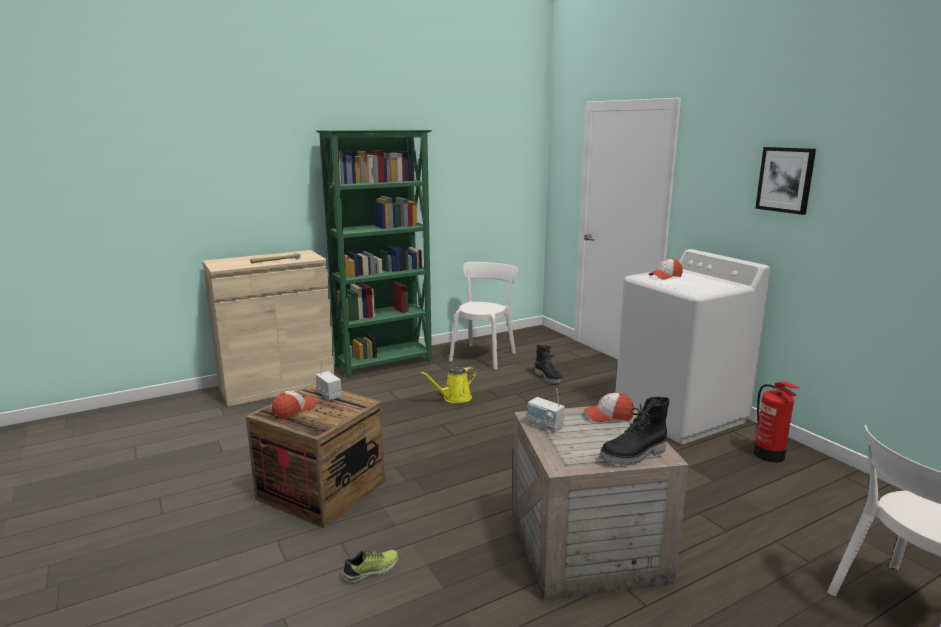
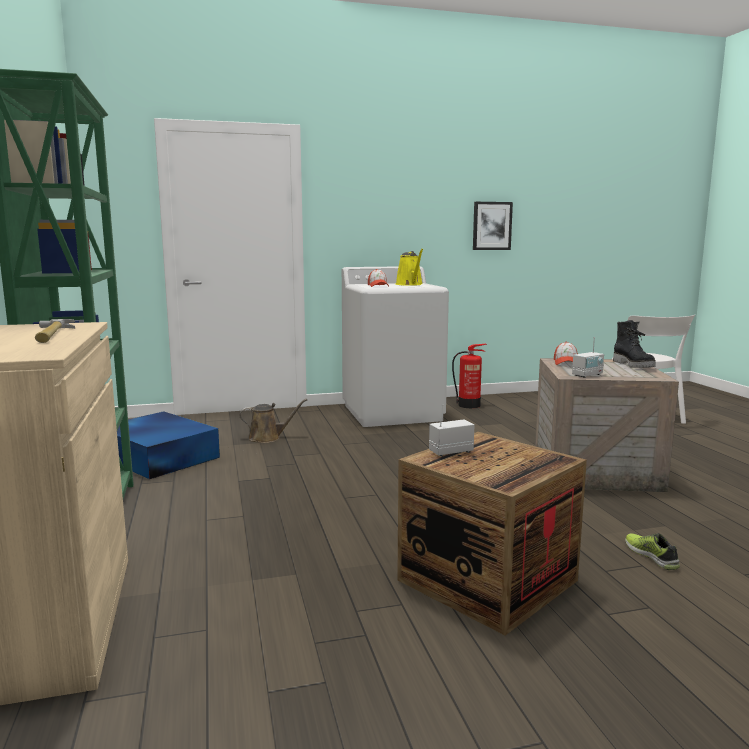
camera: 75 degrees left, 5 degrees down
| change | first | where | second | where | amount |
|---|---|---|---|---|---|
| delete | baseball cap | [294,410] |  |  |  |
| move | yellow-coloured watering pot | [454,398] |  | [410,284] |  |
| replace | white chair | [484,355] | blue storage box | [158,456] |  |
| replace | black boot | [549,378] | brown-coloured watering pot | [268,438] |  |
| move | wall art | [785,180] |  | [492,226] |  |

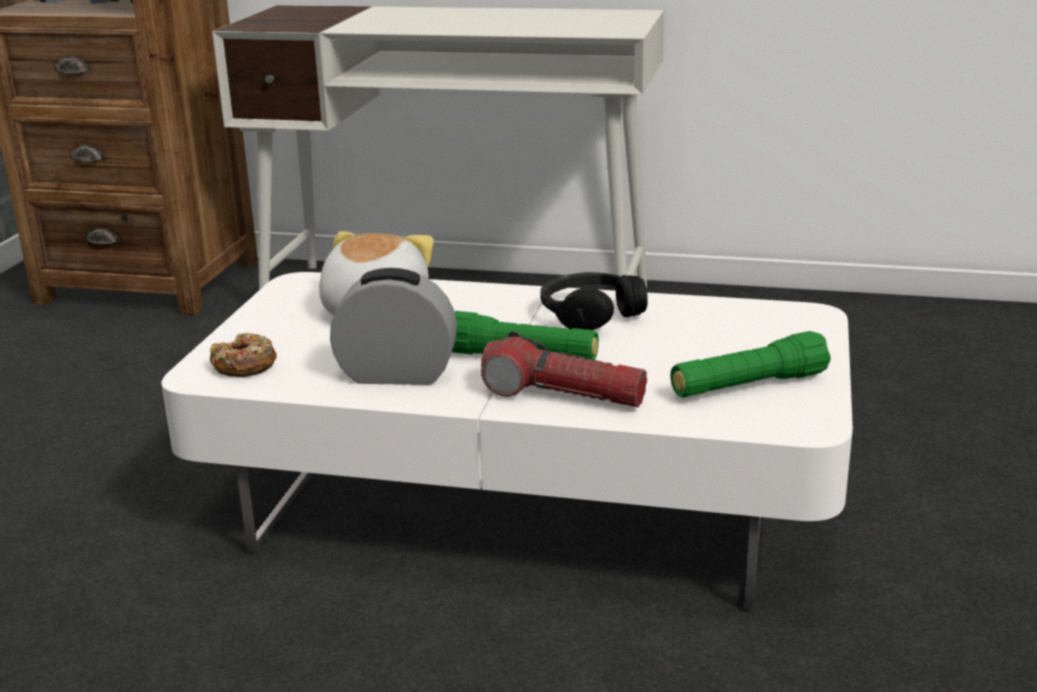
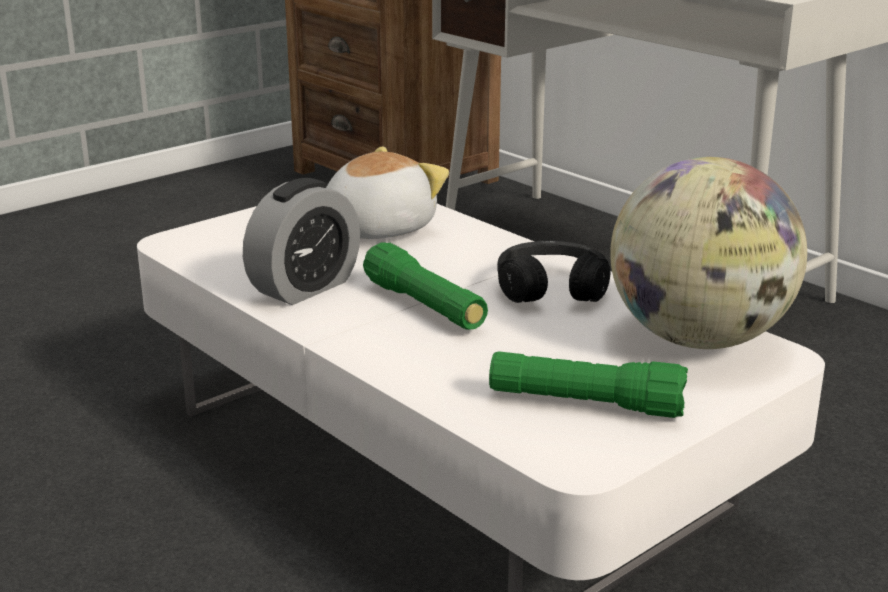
camera: 35 degrees right, 0 degrees up
| change | first | where | second | where | amount |
|---|---|---|---|---|---|
| delete | doughnut | [244,366] |  |  |  |
| rotate | table clock | [397,375] |  | [305,287] | 90 degrees clockwise |
| delete | flashlight | [563,395] |  |  |  |
| insert |  |  | globe | [699,339] |  |

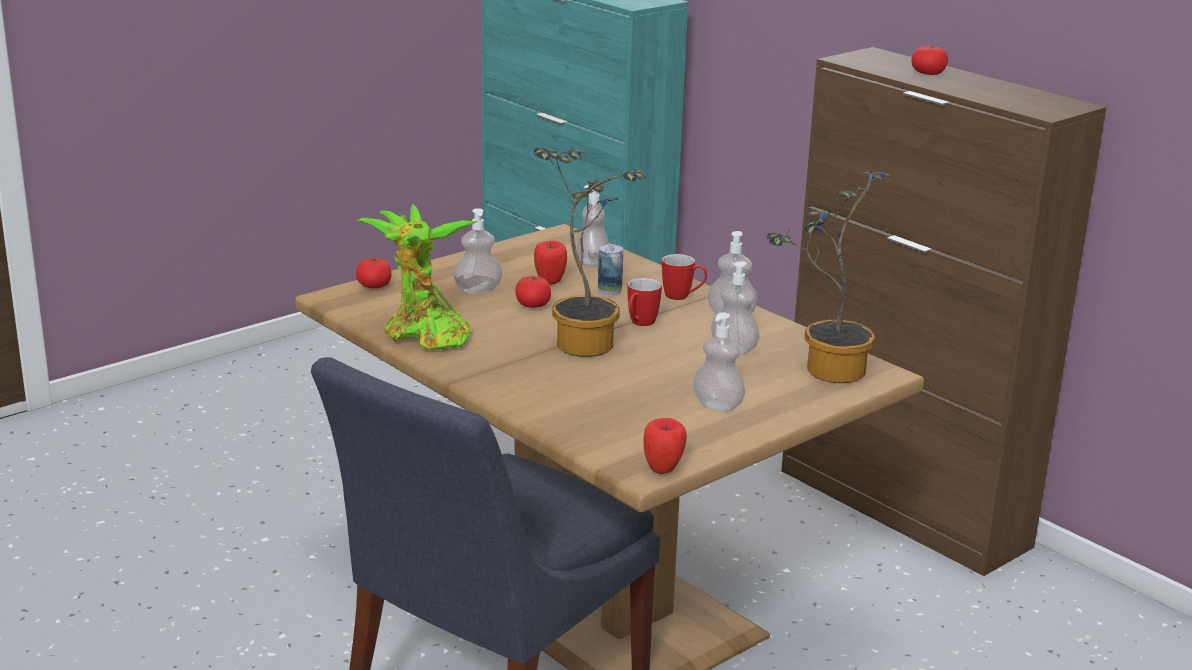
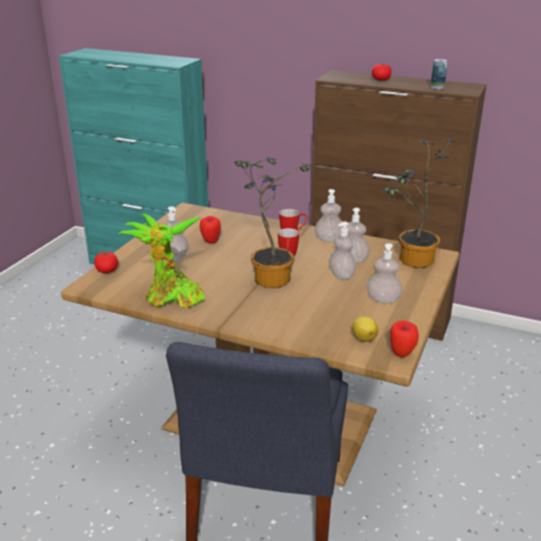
camera: 25 degrees left, 5 degrees up
| change | first | where | second | where | amount |
|---|---|---|---|---|---|
| delete | fresh tomato | [533,304] |  |  |  |
| move | soap bottle | [592,262] |  | [341,275] |  |
| move | metal can | [609,291] |  | [437,87] |  |
| insert |  |  | lemon | [363,338] |  |

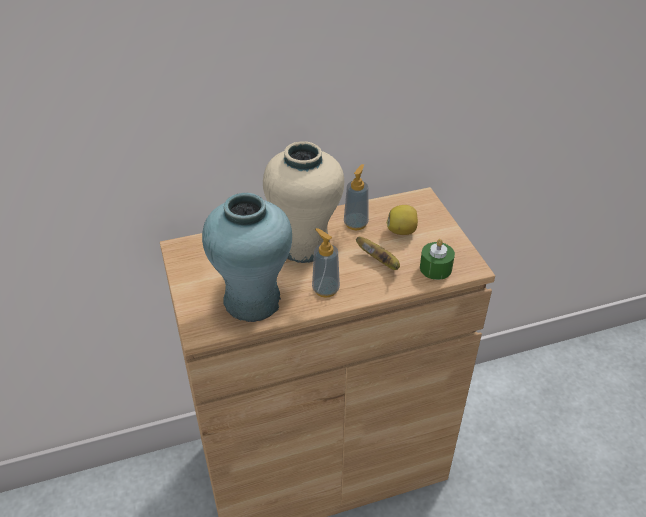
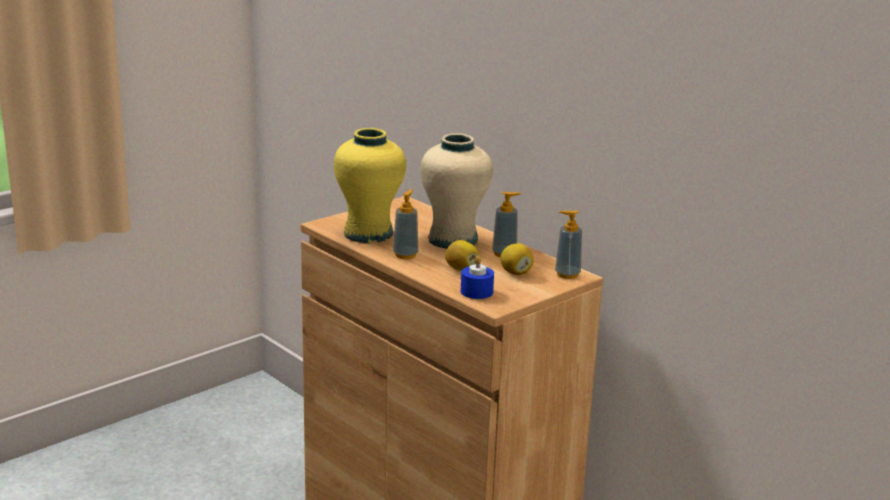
camera: 65 degrees right, 20 degrees down
| change | first | where | second | where | amount |
|---|---|---|---|---|---|
| recolor | blue-green vase | [252,300] | yellow-coloured vase | [369,233] |  |
| replace | whole banana | [380,262] | lemon | [461,269] |  |
| recolor | green wax light | [435,268] | blue wax light | [476,292] |  |
| insert |  |  | soap bottle | [567,274] |  |

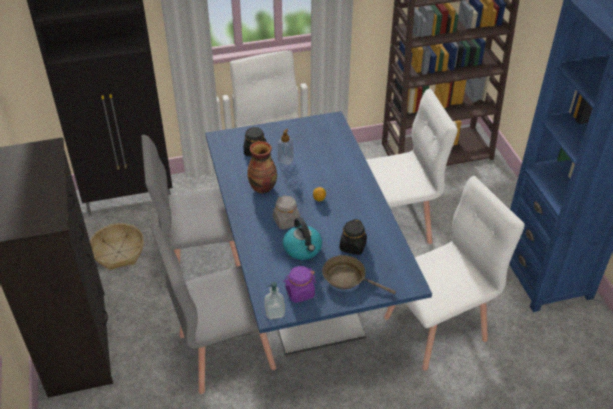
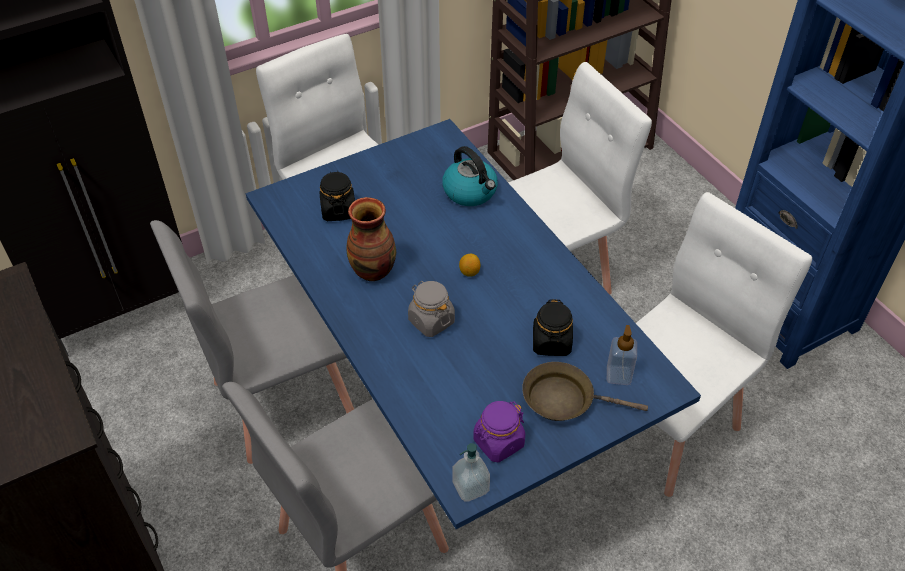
camera: 15 degrees left, 5 degrees up
| change | first | where | second | where | amount |
|---|---|---|---|---|---|
| delete | basket | [118,252] |  |  |  |
| move | soap bottle | [285,160] |  | [618,375] |  |
| move | kettle | [303,249] |  | [470,192] |  |

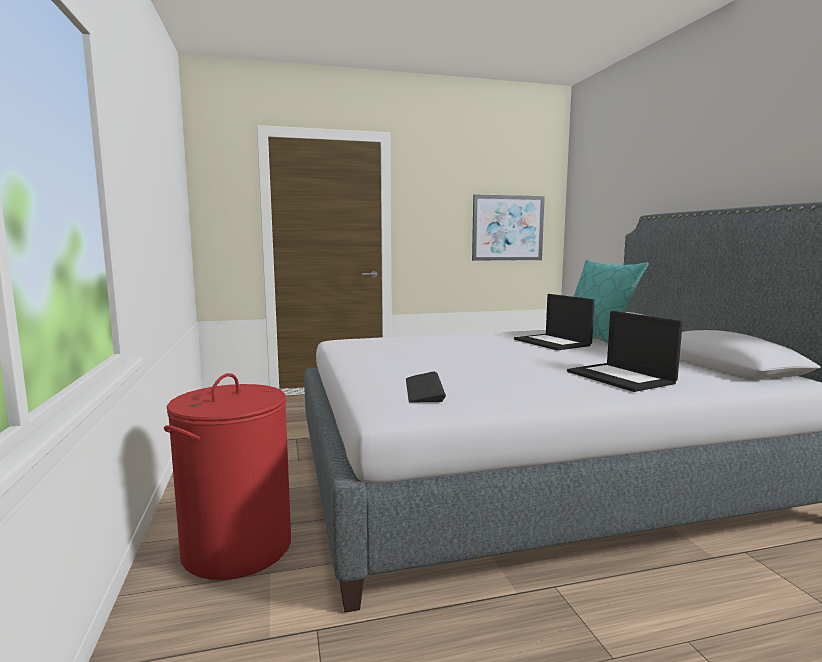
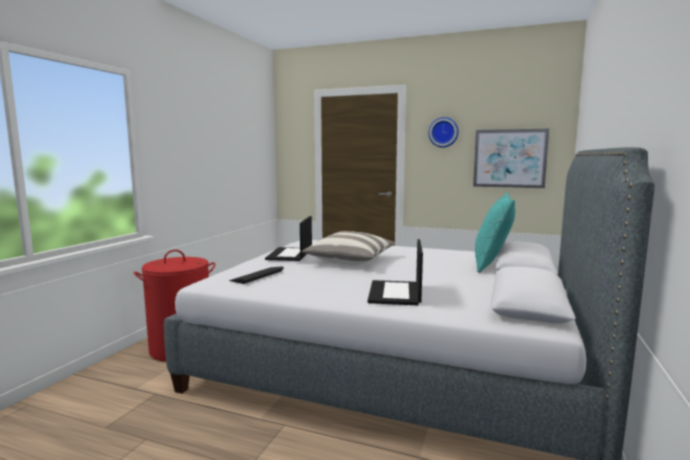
camera: 35 degrees right, 0 degrees up
| change | first | where | second | where | amount |
|---|---|---|---|---|---|
| move | notebook computer | [553,342] |  | [290,254] |  |
| insert |  |  | cushion | [350,260] |  |
| insert |  |  | wall clock | [443,132] |  |

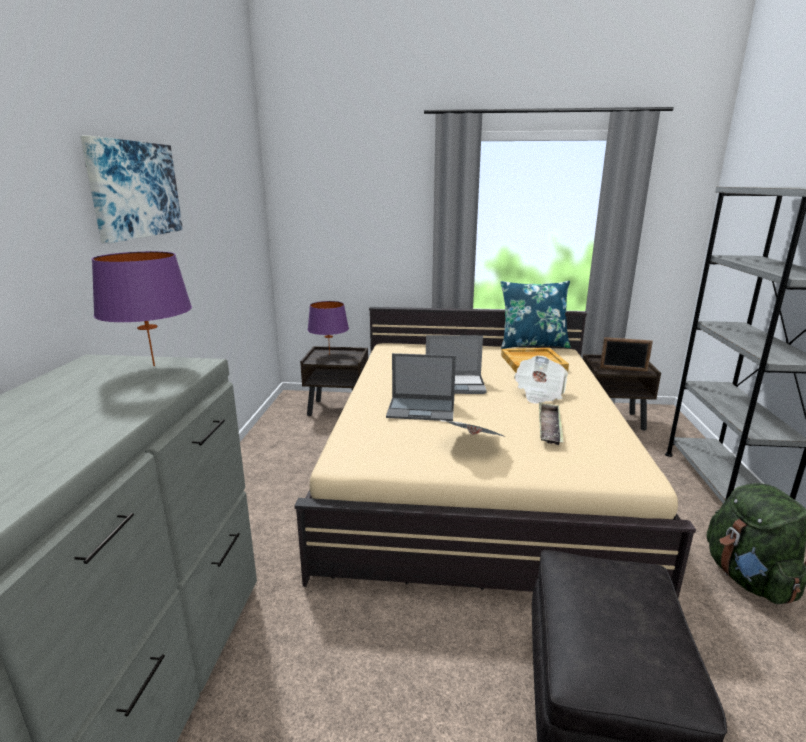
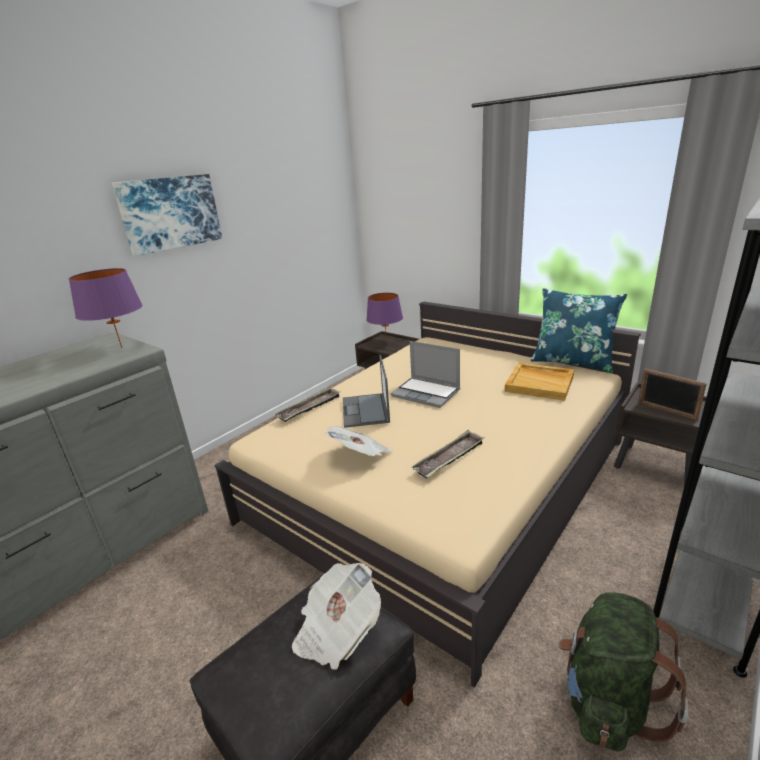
camera: 35 degrees right, 5 degrees up
| change | first | where | second | where | amount |
|---|---|---|---|---|---|
| rotate | notebook computer | [422,409] |  | [365,410] | 45 degrees clockwise |
| move | newspaper | [539,393] |  | [337,630] |  |
| insert |  |  | tray | [309,408] |  |

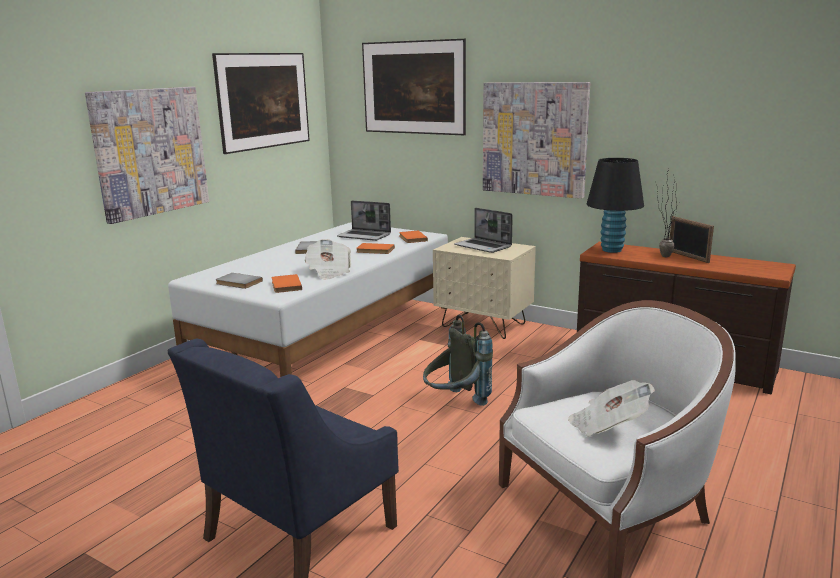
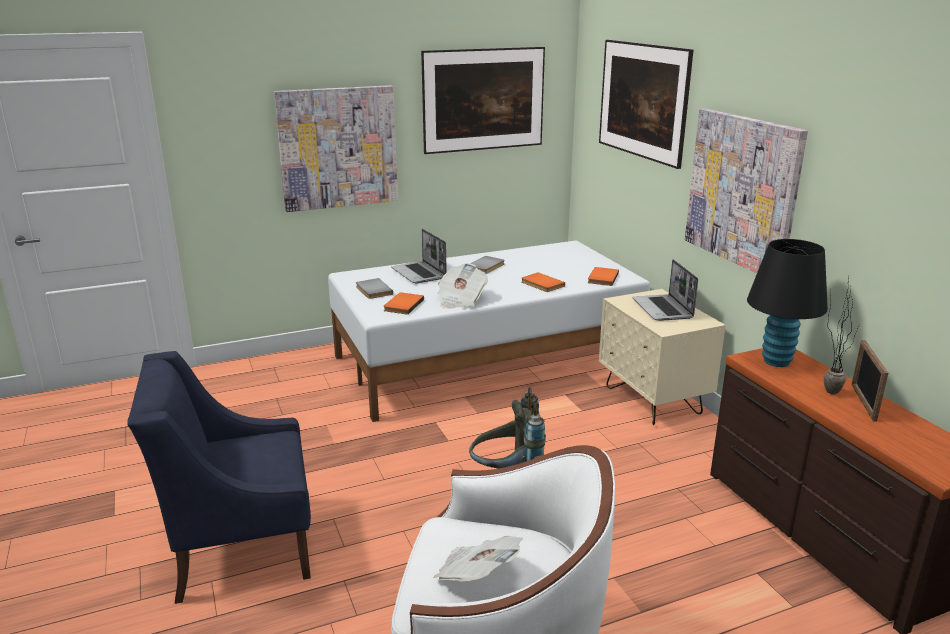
camera: 35 degrees right, 5 degrees up
| change | first | where | second | where | amount |
|---|---|---|---|---|---|
| move | notebook computer | [365,236] |  | [419,273] |  |

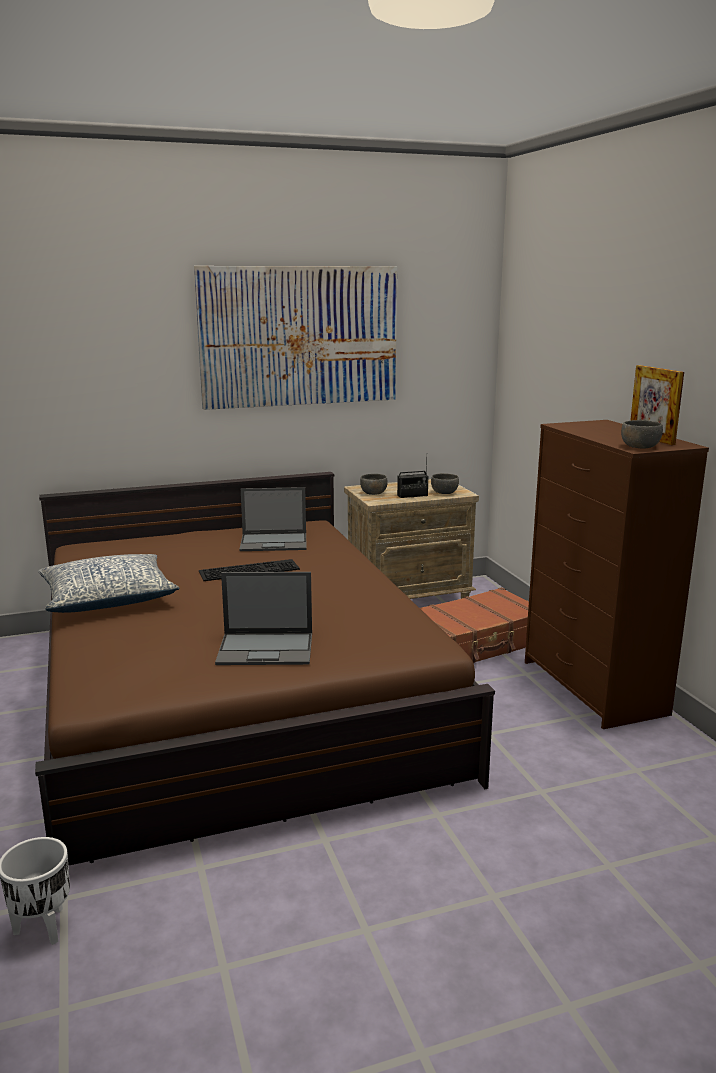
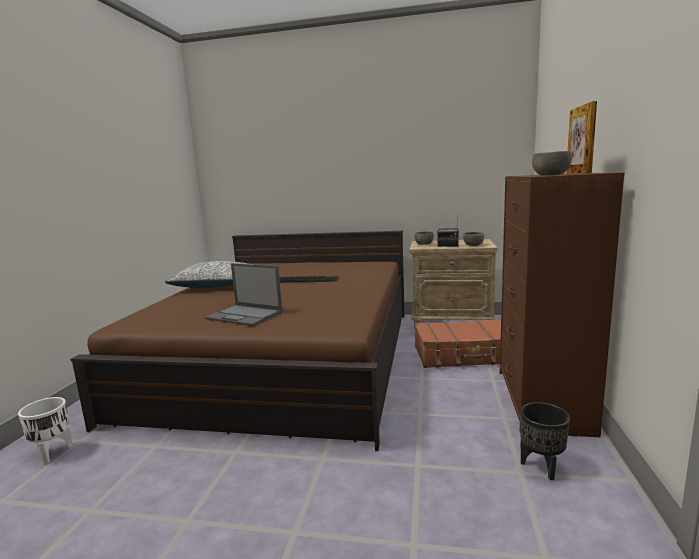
camera: 30 degrees right, 5 degrees down
| change | first | where | second | where | amount |
|---|---|---|---|---|---|
| delete | wall art | [299,336] |  |  |  |
| delete | notebook computer | [274,542] |  |  |  |
| insert |  |  | black plant pot | [542,466] |  |

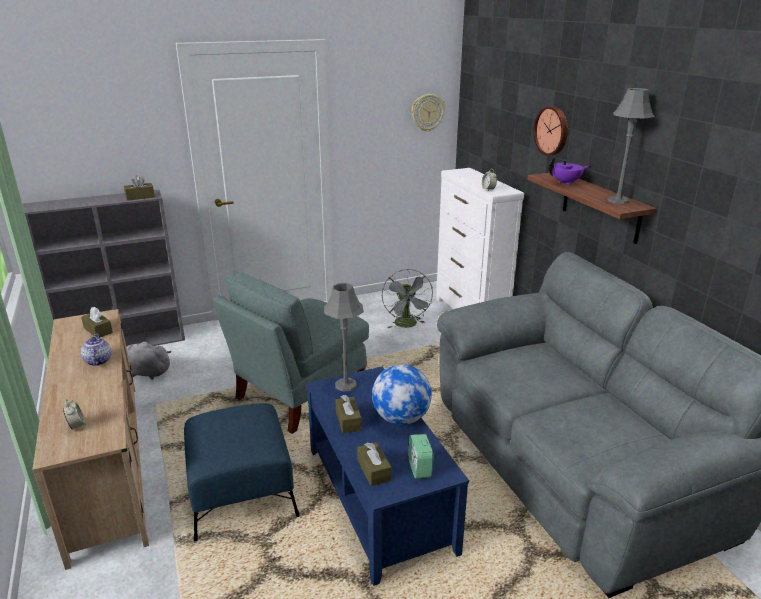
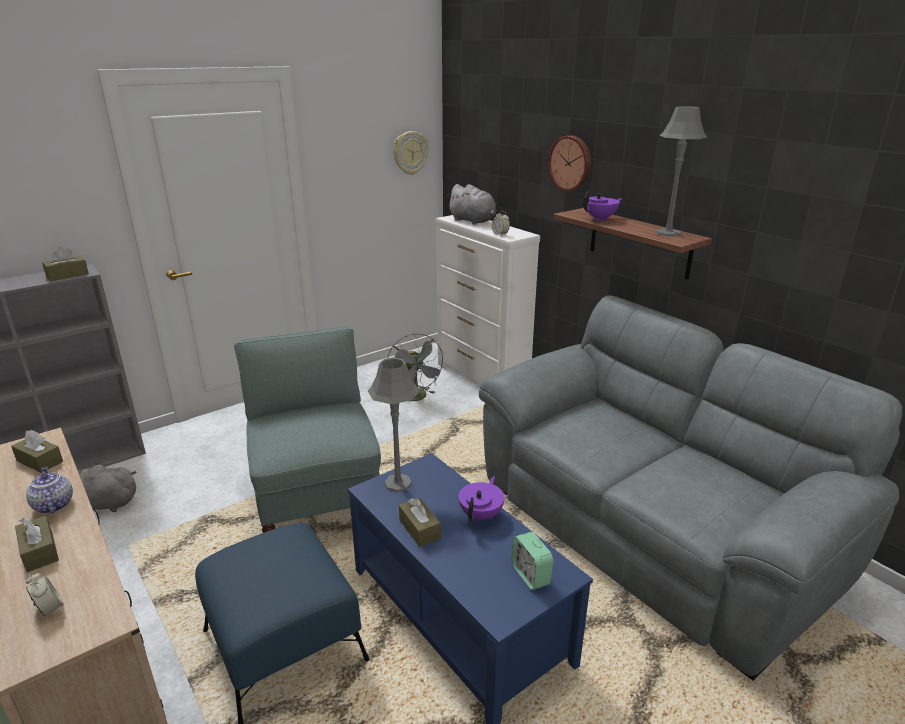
camera: 15 degrees left, 0 degrees up
| change | first | where | second | where | amount |
|---|---|---|---|---|---|
| rotate | gray armchair | [300,394] |  | [317,499] | 135 degrees clockwise |
| move | brown-coloured tissue holder | [374,470] |  | [40,551] |  |
| replace | globe | [401,418] | purple teapot | [481,515] |  |
| insert |  |  | gray plush toy | [473,221] |  |

